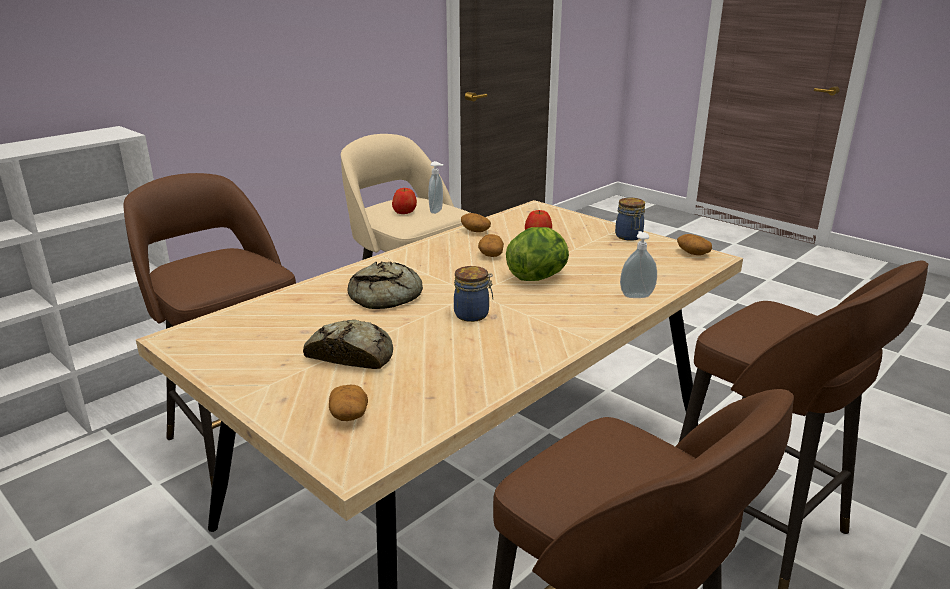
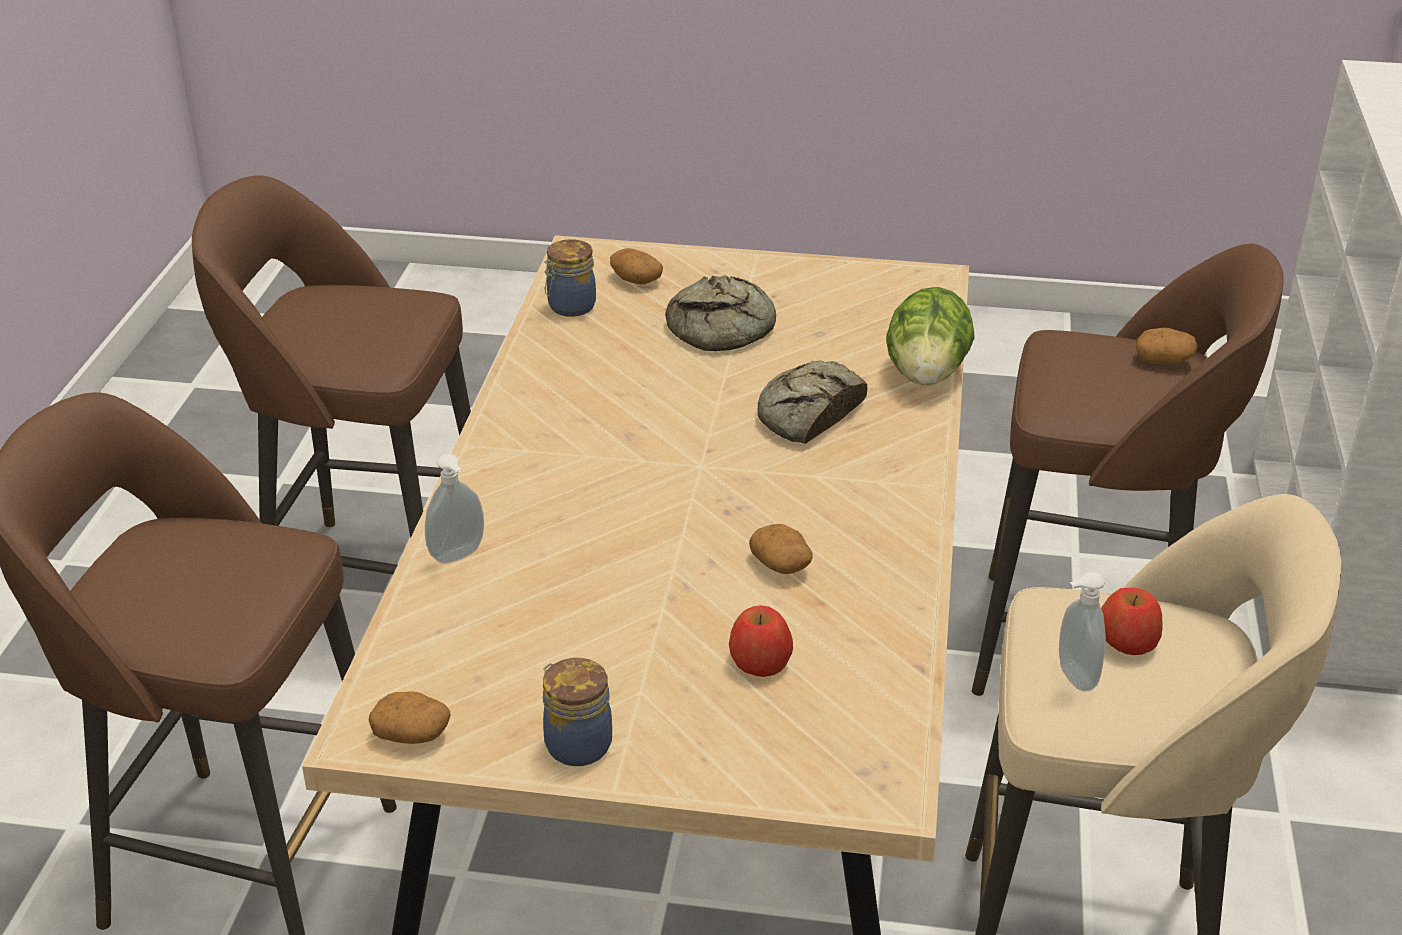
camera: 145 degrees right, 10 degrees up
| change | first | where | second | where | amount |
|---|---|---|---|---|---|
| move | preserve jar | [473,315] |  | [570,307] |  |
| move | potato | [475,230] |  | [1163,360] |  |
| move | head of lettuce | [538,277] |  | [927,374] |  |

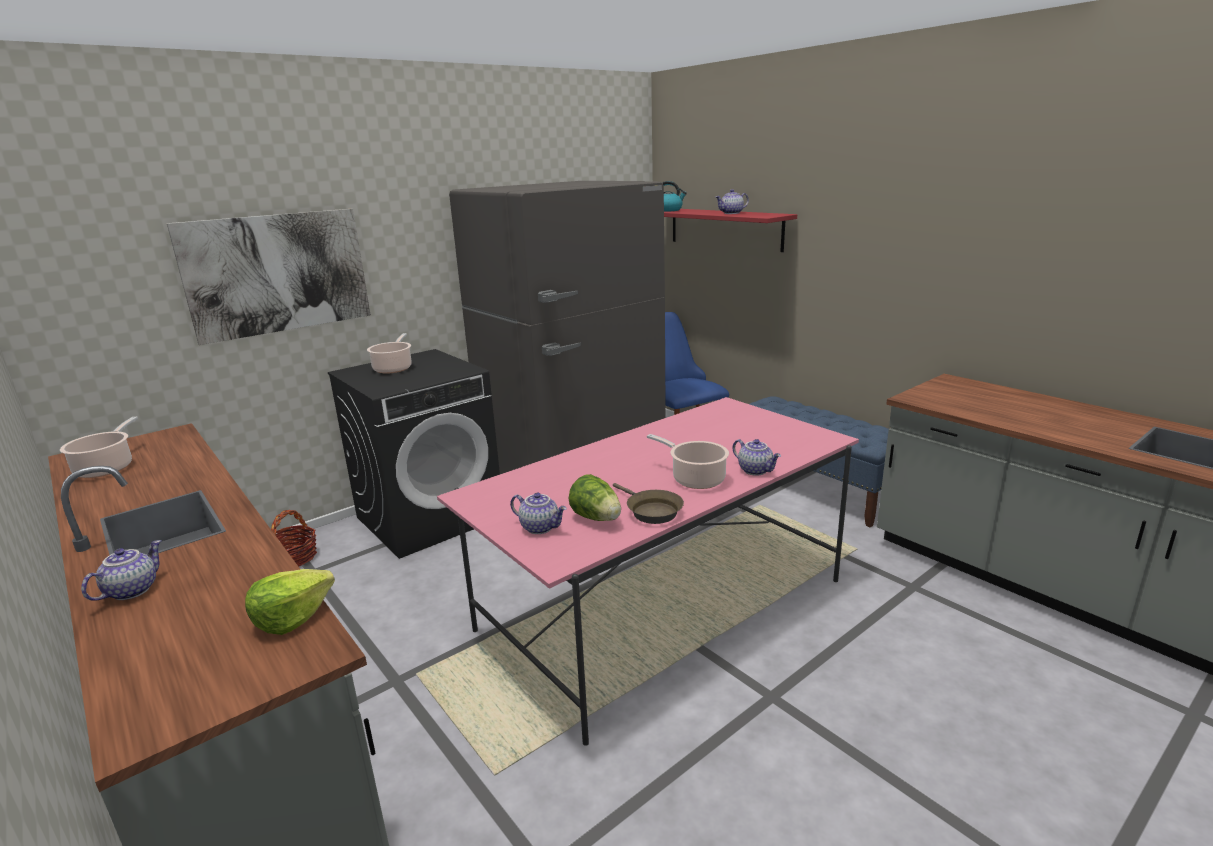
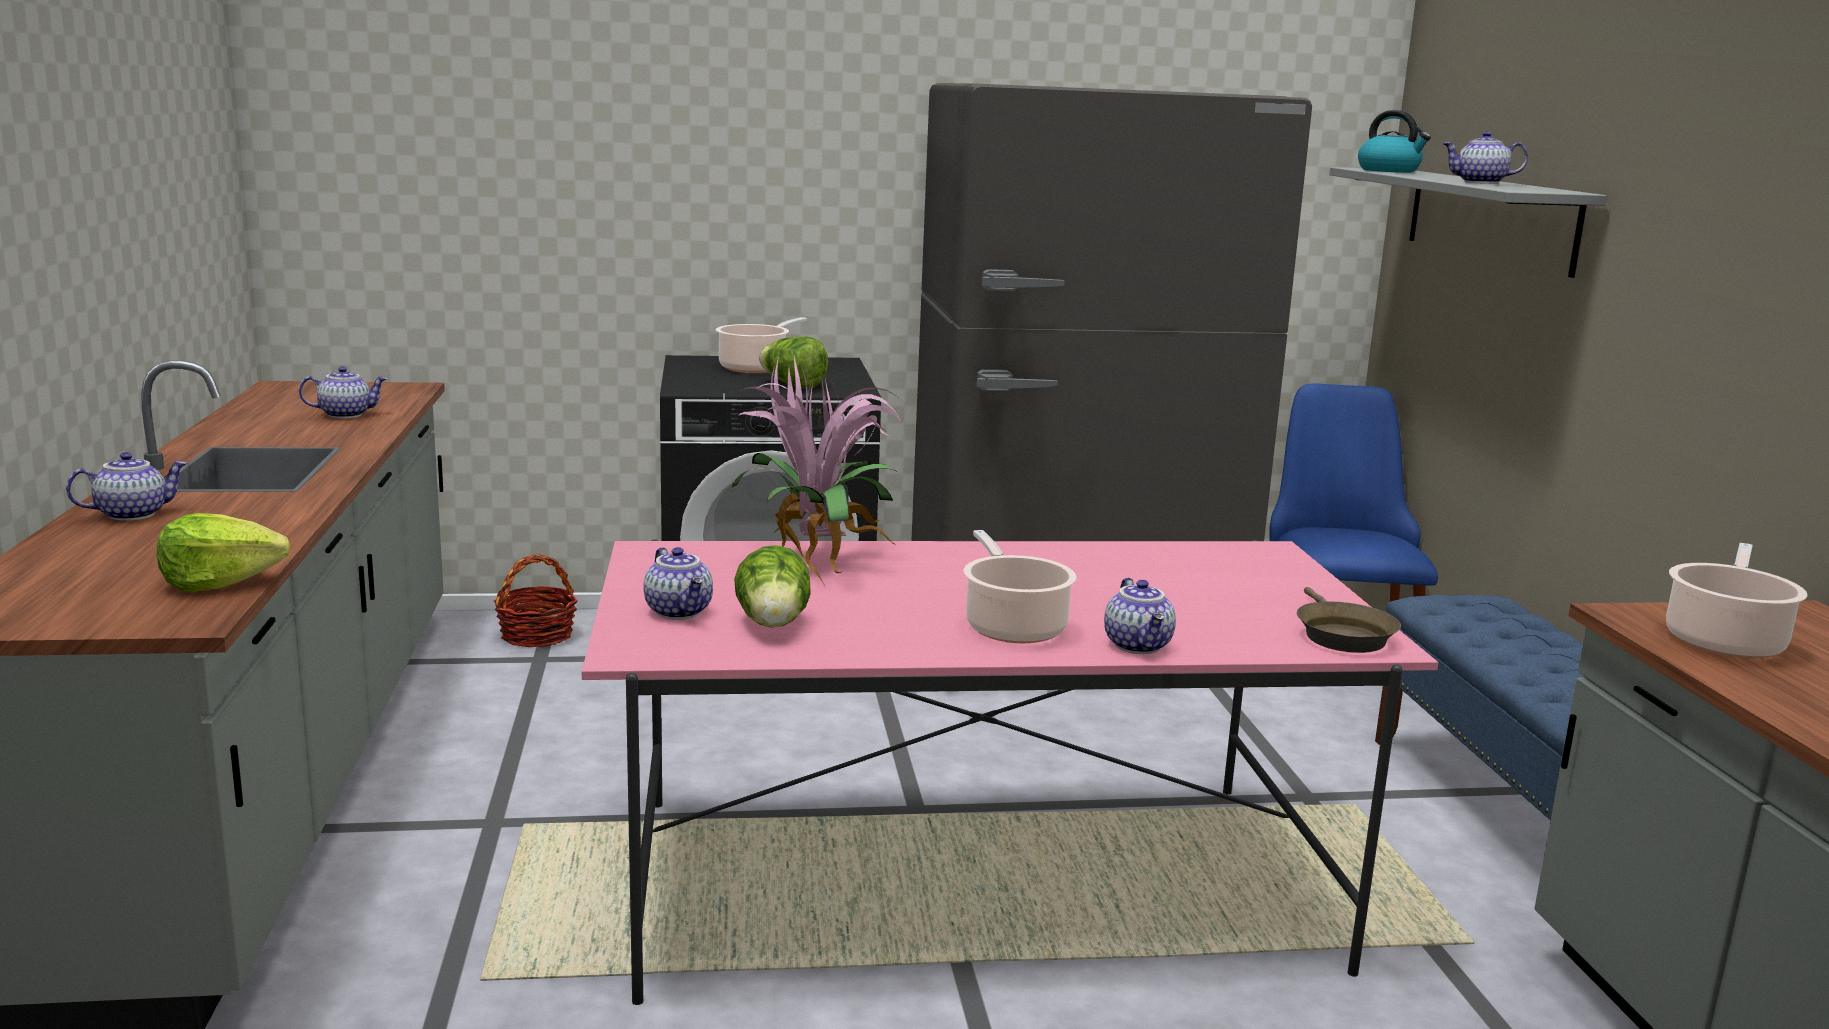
camera: 30 degrees right, 5 degrees down
| change | first | where | second | where | amount |
|---|---|---|---|---|---|
| move | saucepot | [107,467] |  | [1724,640] |  |
| delete | wall art | [278,273] |  |  |  |
| move | brown-coloured skillet | [651,511] |  | [1341,635] |  |
| recolor | red shelf | [724,228] | gray shelf | [1490,219] |  |
| insert |  |  | teapot | [346,414] |  |
| insert |  |  | potted plant | [819,560] |  |
| insert |  |  | head of lettuce | [792,386] |  |

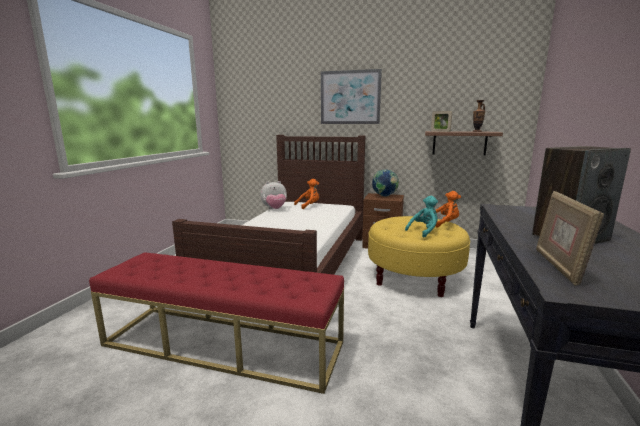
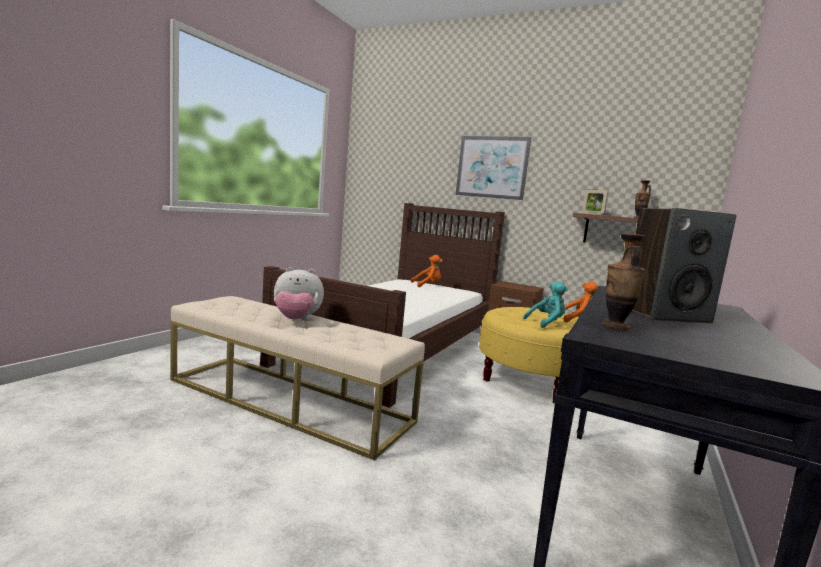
camera: 10 degrees right, 5 degrees down
| change | first | where | second | where | amount |
|---|---|---|---|---|---|
| recolor | red bench | [223,344] | beige-coloured bench | [288,400] |  |
| move | plush toy | [274,209] |  | [296,320] |  |
| delete | globe | [384,196] |  |  |  |
| replace | standing frame | [558,267] | vase | [615,326] |  |

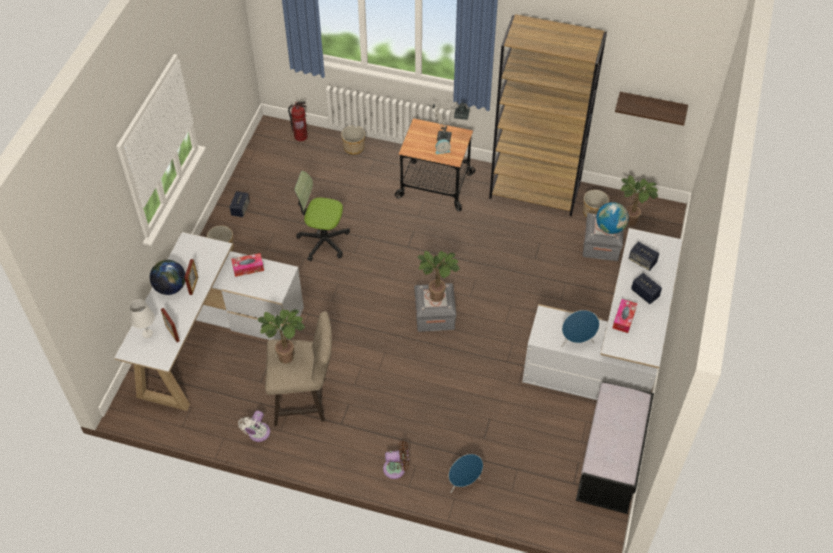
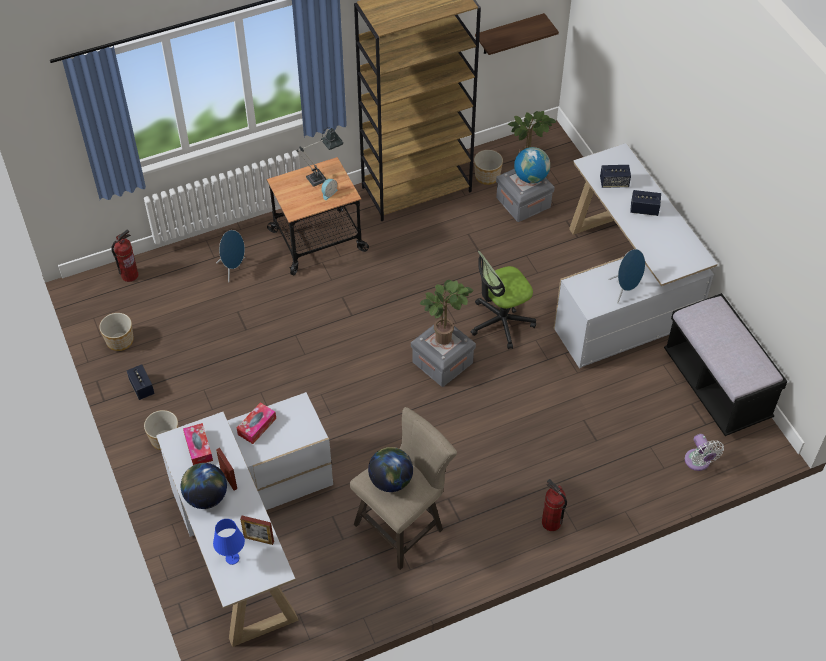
camera: 40 degrees left, 0 degrees up
| change | first | where | second | where | amount |
|---|---|---|---|---|---|
| recolor | white tabletop lamp | [147,333] | blue tabletop lamp | [232,558] |  |
| move | white electric fan | [258,434] |  | [698,462] |  |
| replace | potted plant | [288,356] | globe | [391,480] |  |
| move | office chair | [323,241] |  | [501,322] |  |
| move | plant pot | [354,147] |  | [119,340] |  |
| replace | brown-coloured electric fan | [397,468] | extinguisher | [551,523] |  |
| move | blue audio speaker | [464,482] |  | [233,268] |  |
| move | tissue holder | [624,318] |  | [198,448] |  |

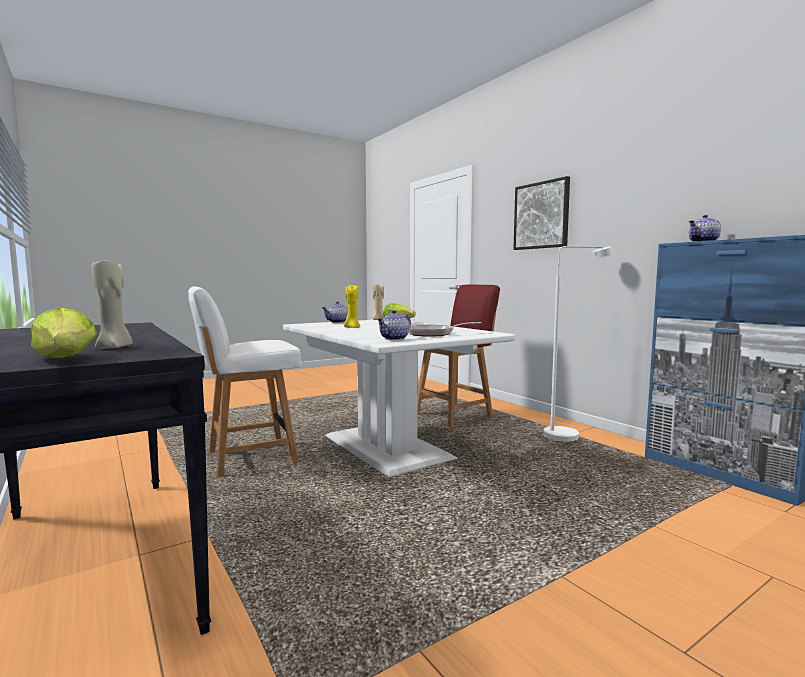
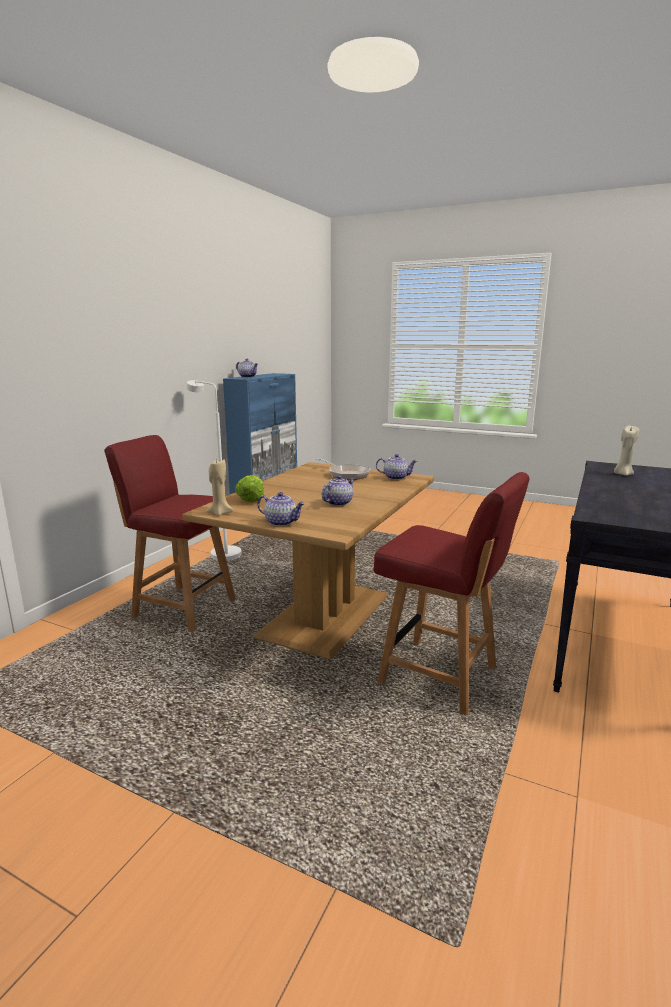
camera: 120 degrees left, 10 degrees up
| change | first | where | second | where | amount |
|---|---|---|---|---|---|
| delete | head of lettuce | [67,359] |  |  |  |
| recolor | white chair | [249,458] | red chair | [441,677] |  |
| recolor | white dining table | [388,447] | brown-coloured dining table | [323,615] |  |
| replace | yellow-coloured wax light | [351,327] | teapot | [338,503] |  |
| delete | wall art | [541,215] |  |  |  |

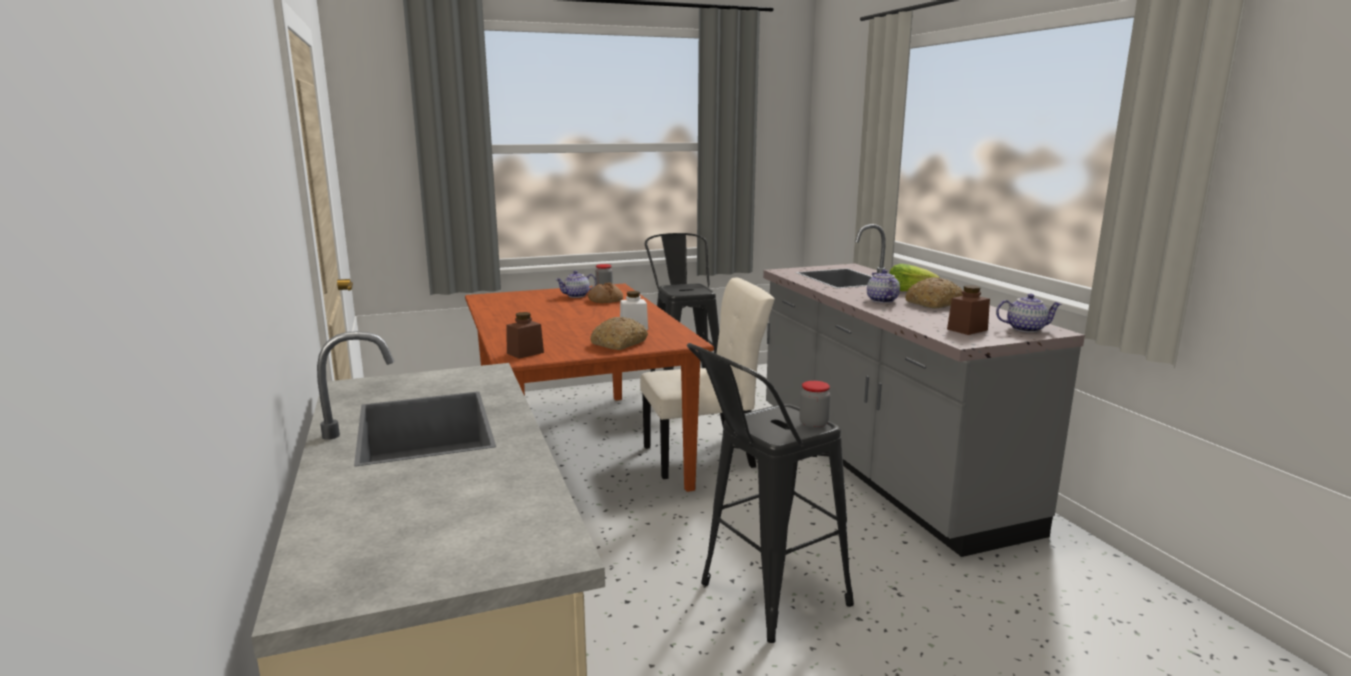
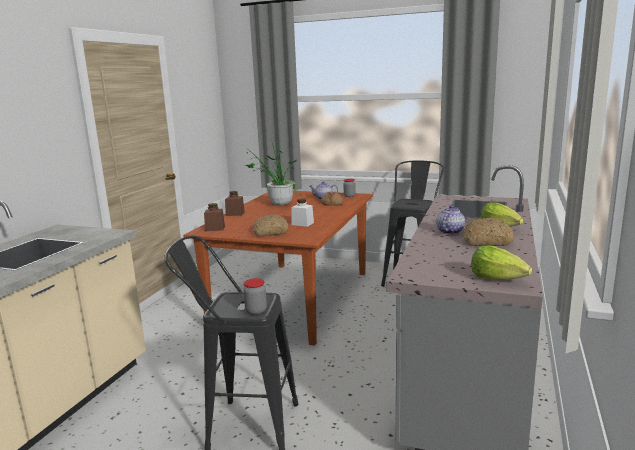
camera: 40 degrees right, 0 degrees up
| change | first | where | second | where | amount |
|---|---|---|---|---|---|
| delete | beige-coloured chair | [704,457] |  |  |  |
| move | brown-coloured preserve jar | [967,329] |  | [235,214] |  |
| replace | teapot | [1025,329] | head of lettuce | [498,278] |  |
| insert |  |  | potted plant | [276,204] |  |

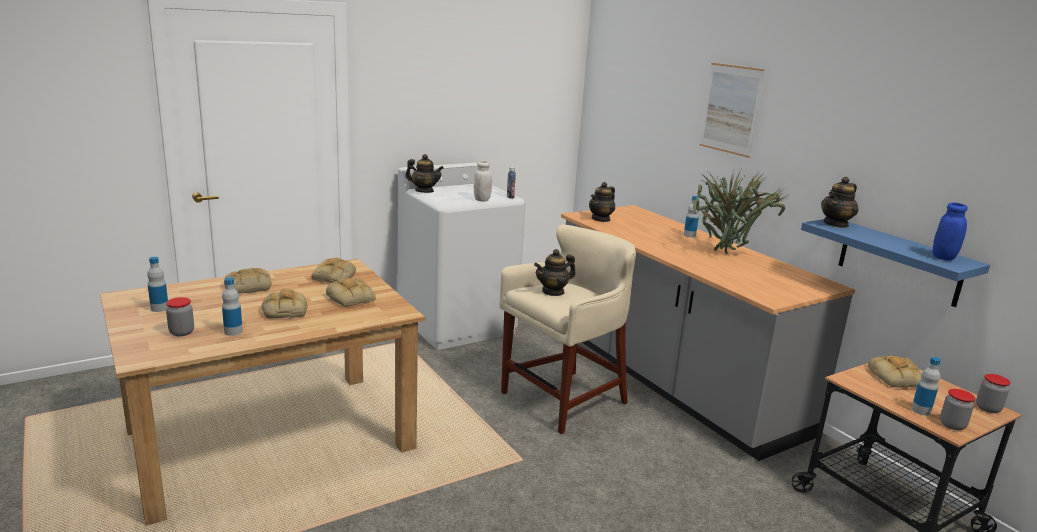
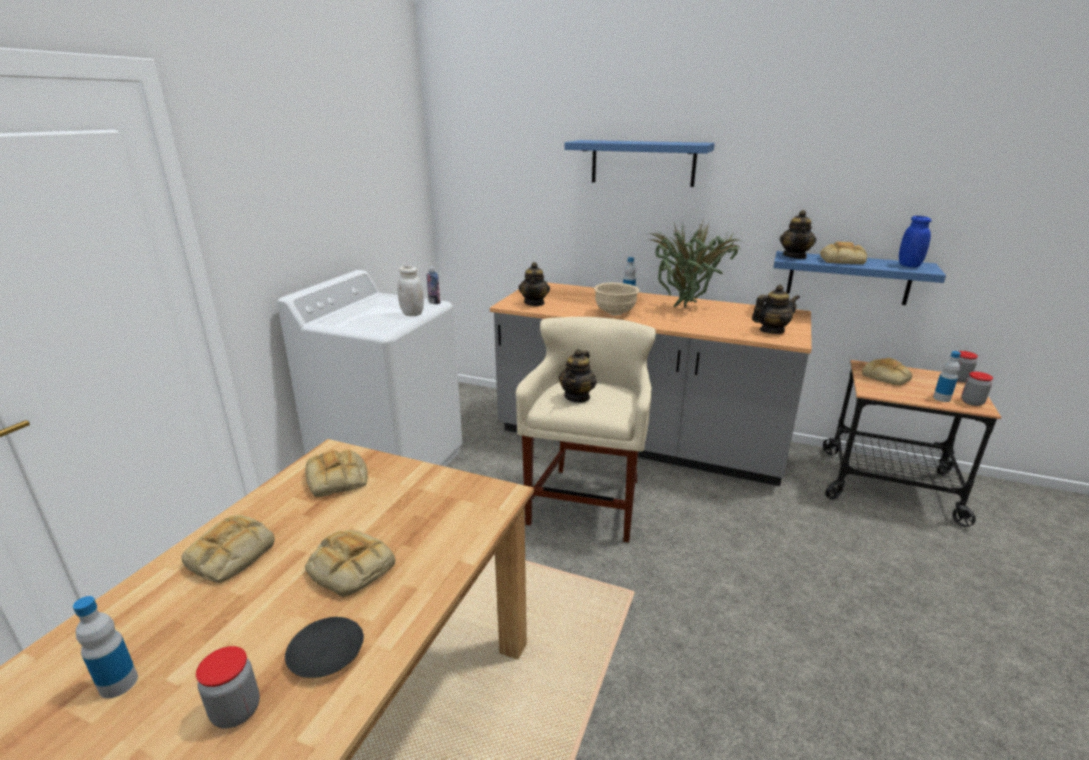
camera: 35 degrees left, 5 degrees up
| change | first | where | second | where | amount |
|---|---|---|---|---|---|
| replace | bottle | [233,332] | black dinner plate | [327,654] |  |
| move | baked bread | [352,298] |  | [842,260] |  |
| move | teapot | [424,191] |  | [771,331] |  |
| replace | wall art | [731,109] | blue shelf | [642,163] |  |
| insert |  |  | beige-coloured bowl | [615,313] |  |

